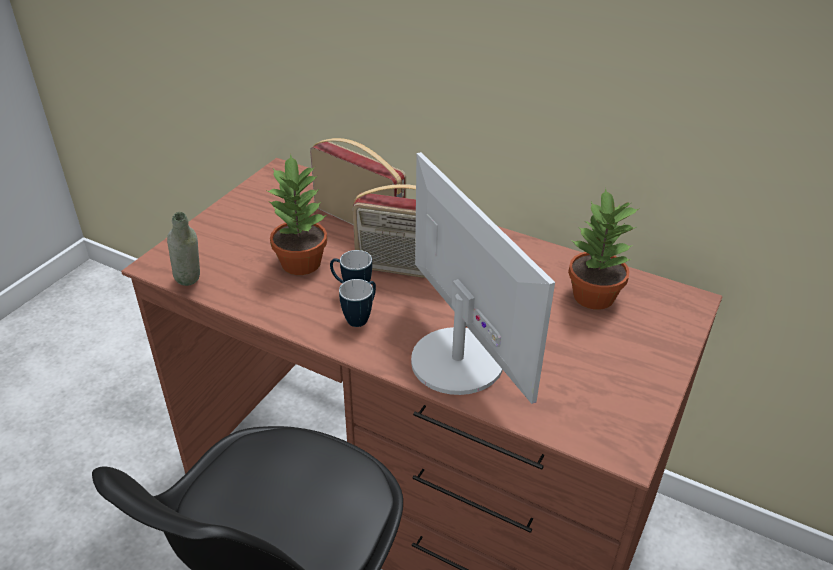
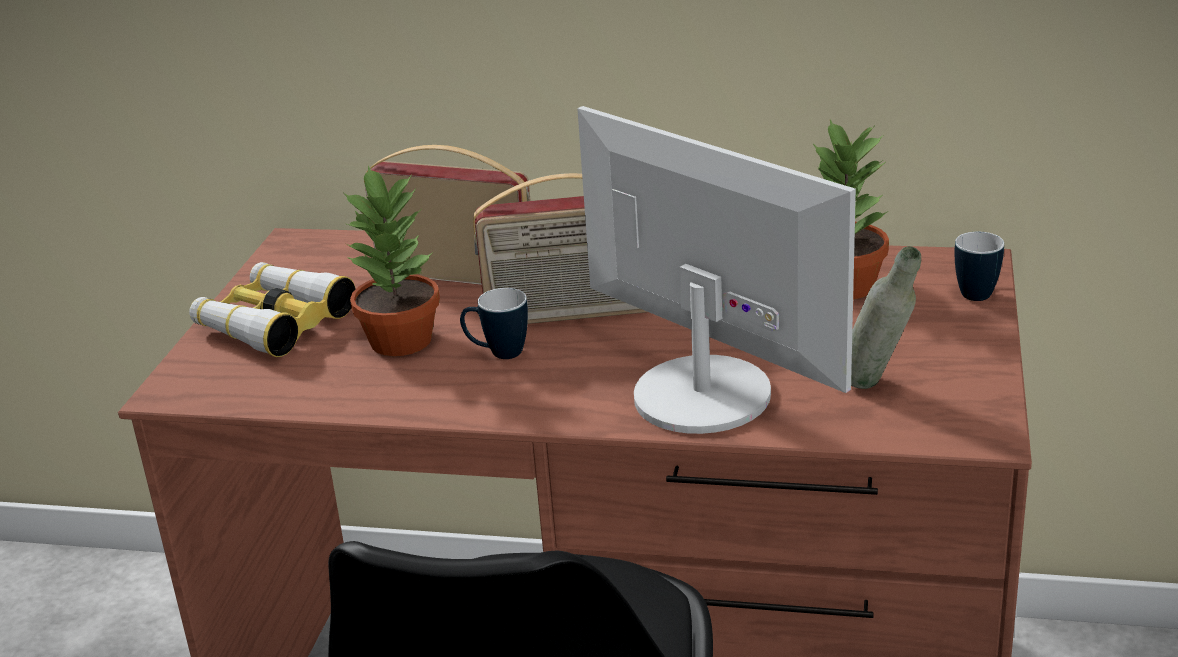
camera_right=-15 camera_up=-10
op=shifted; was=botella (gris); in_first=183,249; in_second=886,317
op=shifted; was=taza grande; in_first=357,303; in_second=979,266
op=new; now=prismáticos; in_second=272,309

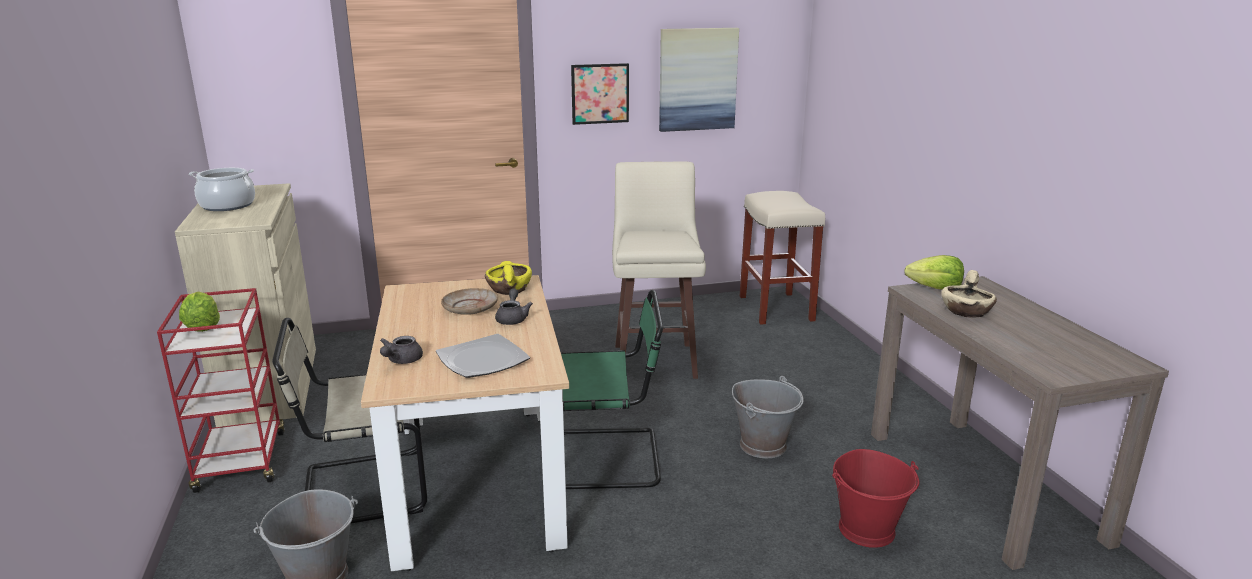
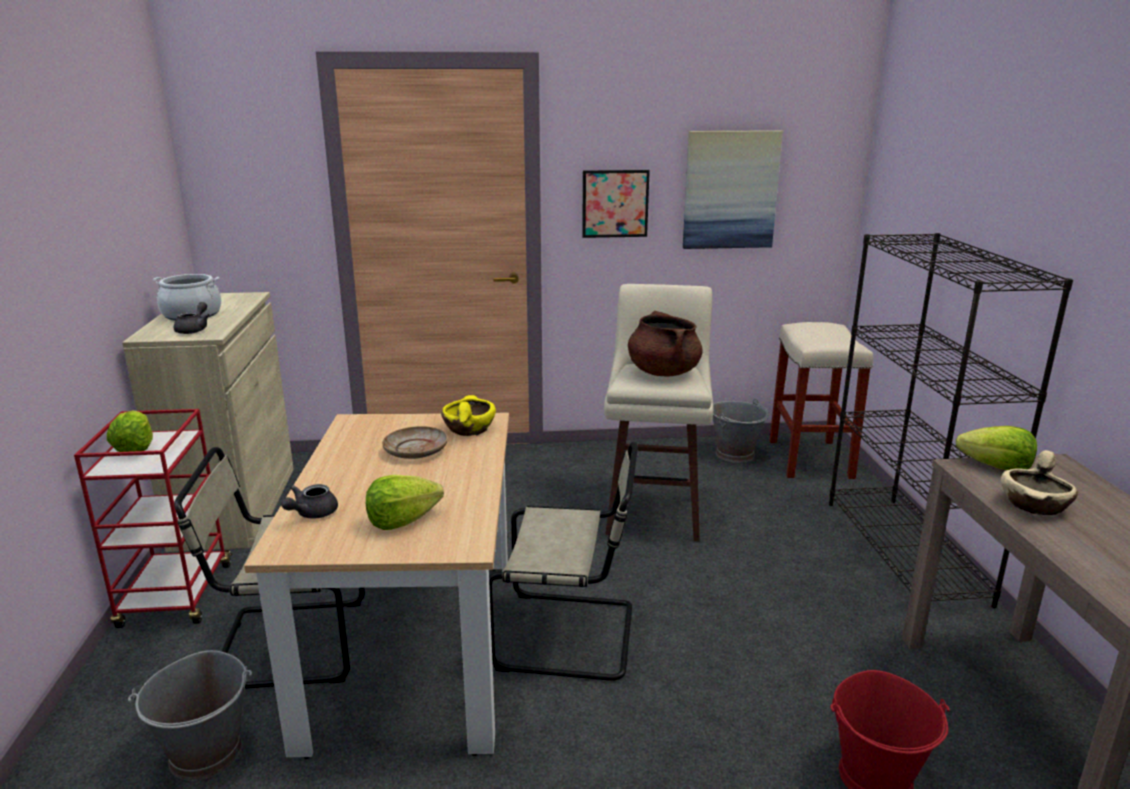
camera_right=10 camera_up=0
op=shifted; was=tetera (gris); in_first=514,306; in_second=192,318
op=repainted; was=silla (verde); now=silla (beis); in_first=612,389; in_second=563,561
op=swapped; was=plato; now=lechuga; in_first=483,356; in_second=405,502
op=shifted; was=cubo (gris); in_first=768,417; in_second=741,431
op=new; now=estantería (negro); in_second=951,420
op=new; now=olla (marrón); in_second=665,344

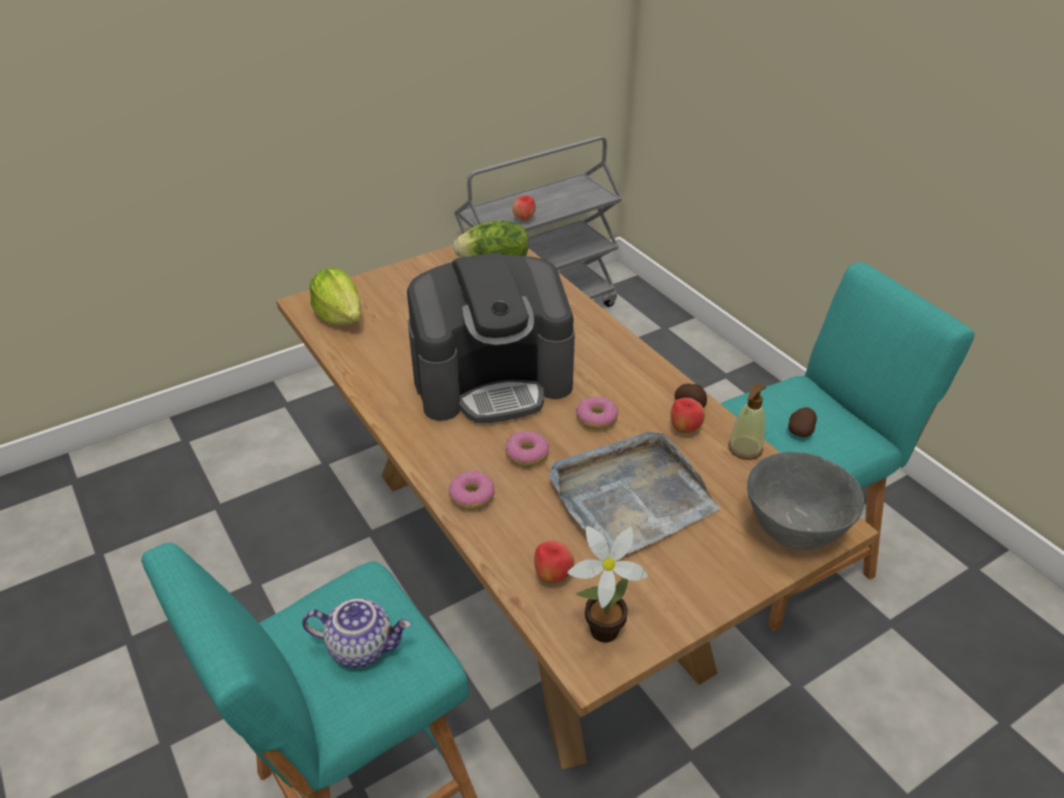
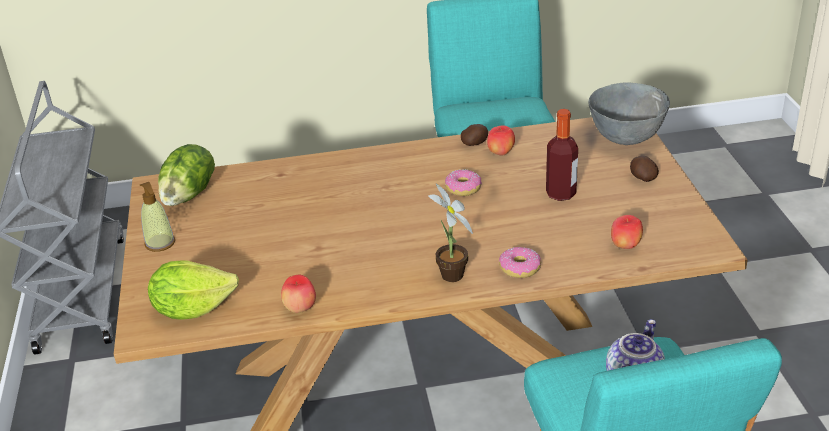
camera_right=-65 camera_up=-5
op=shifted; was=manzana; in_first=524,208; in_second=298,294
op=gone; was=cafetera; in_first=491,337
op=shifted; was=dispensador de jabón; in_first=747,421; in_second=157,217
op=shifted; was=patata; in_first=802,422; in_second=644,169
op=gone; was=rosquilla; in_first=527,449
op=swapped; was=bandeja (gris); now=botella; in_first=634,493; in_second=562,155
op=shifted; was=planta en maceta; in_first=608,584; in_second=451,232

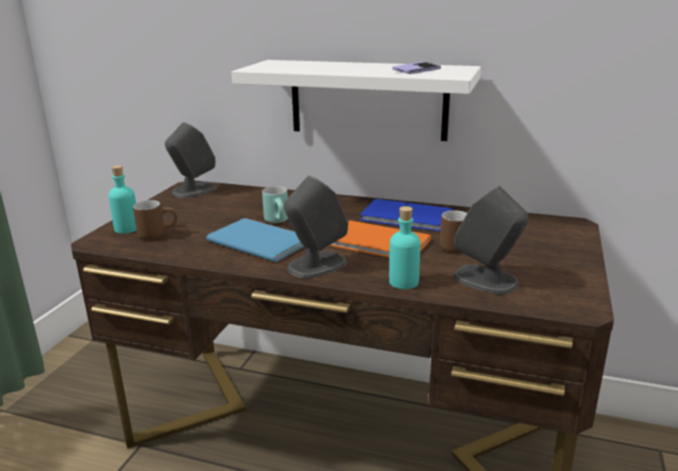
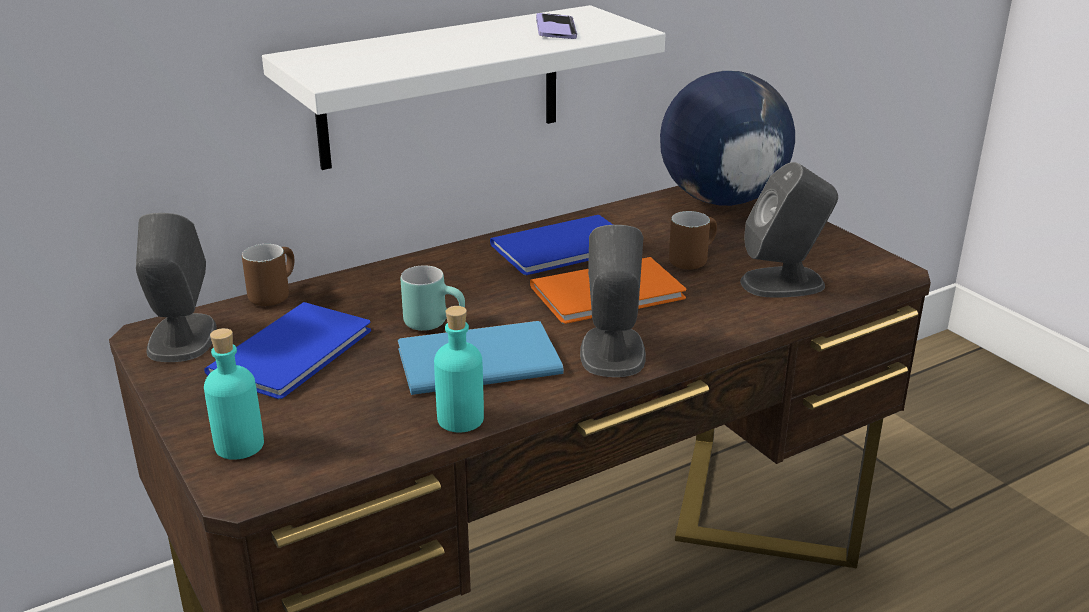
camera_right=-50 camera_up=5
op=shifted; was=taza grande (marrón); in_first=155,220; in_second=268,275
op=shifted; was=botella (turquesa); in_first=404,247; in_second=459,369
op=new; now=globo terráqueo; in_second=727,138
op=new; now=libro (azul); in_second=287,350

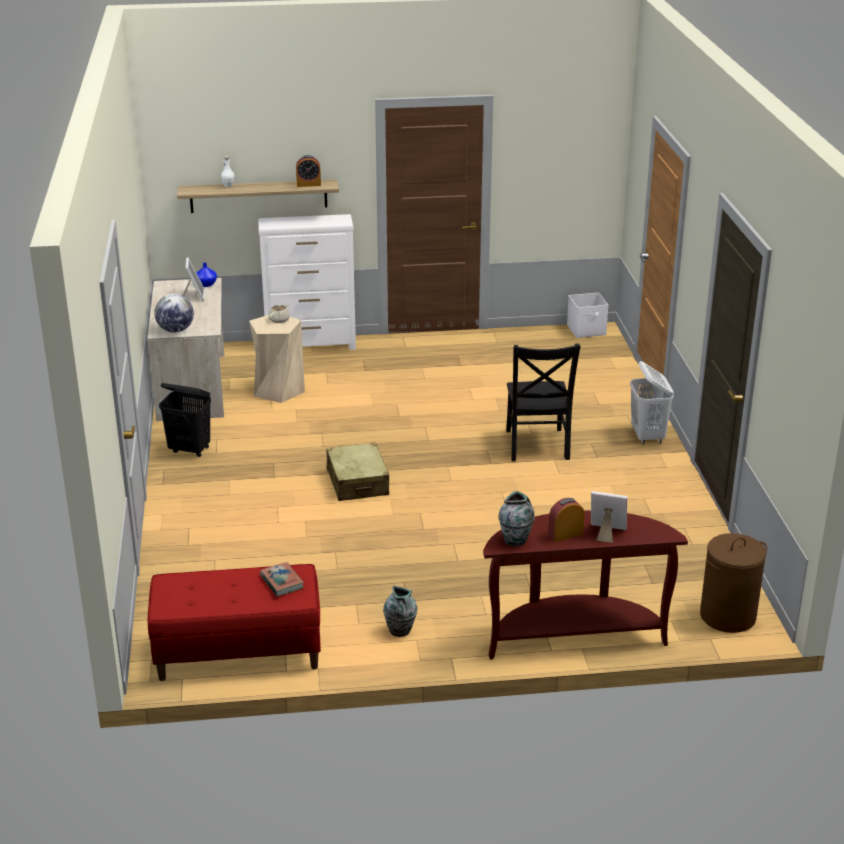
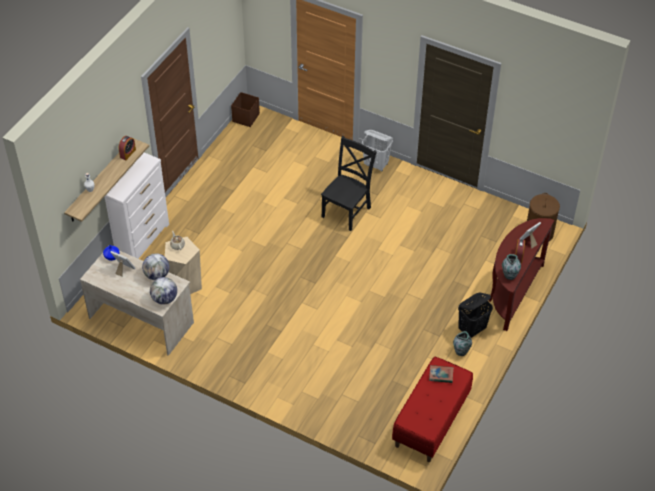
camera_right=-55 camera_up=20
op=repainted; was=caja de almacenaje (blanco); now=caja de almacenaje (marrón); in_first=587,315; in_second=245,109
op=rotated; was=silla (negro); in_first=543,402; in_second=349,183; clockwise=-90
op=shifted; was=cesto de la ropa (negro); in_first=185,420; in_second=475,315
op=gone; was=maleta (beis); in_first=357,471
op=new; now=globo terráqueo; in_second=156,266

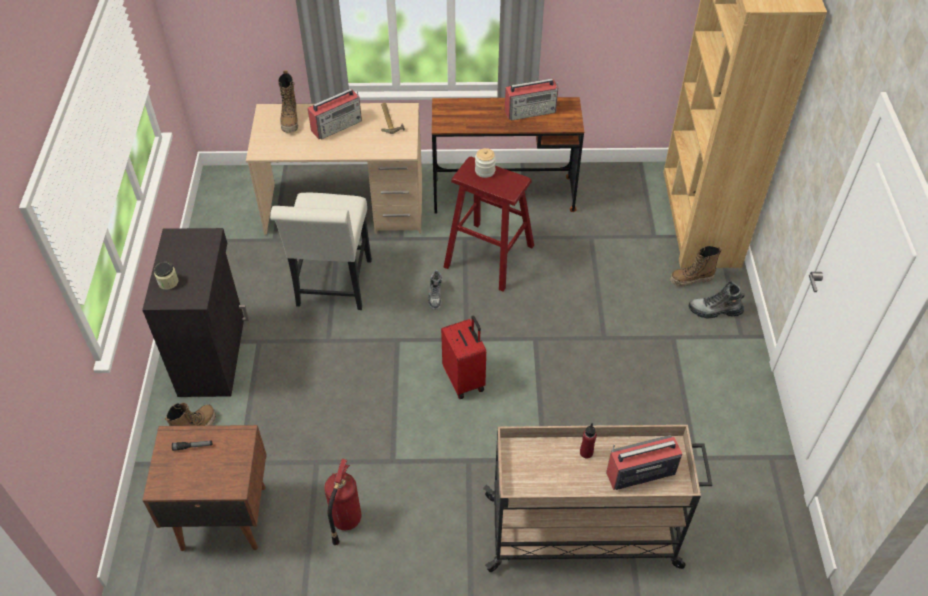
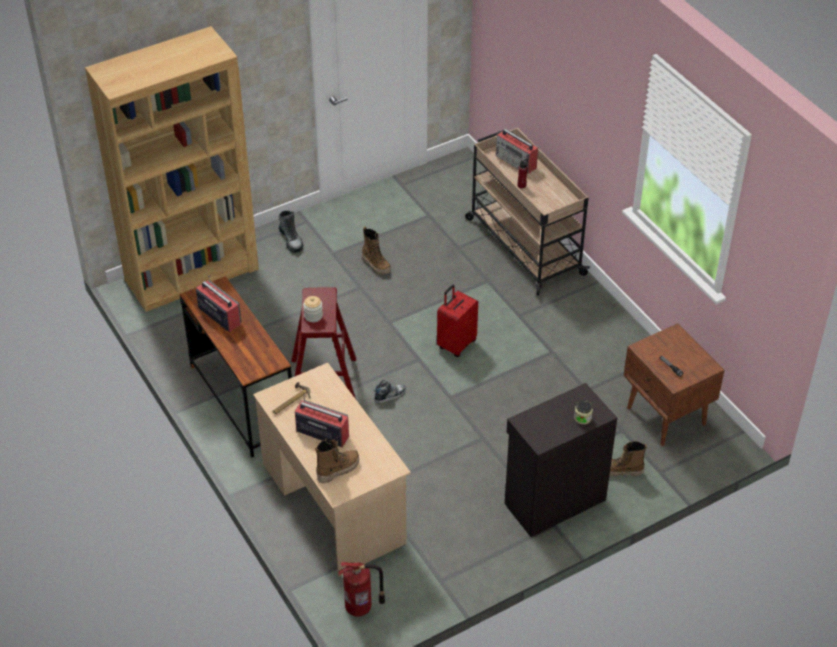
camera_right=-120 camera_up=-5
op=gone; was=silla (blanco); in_first=321,251
op=shifted; was=bota; in_first=696,266; in_second=376,250
op=shifted; was=extintor; in_first=342,502; in_second=361,589

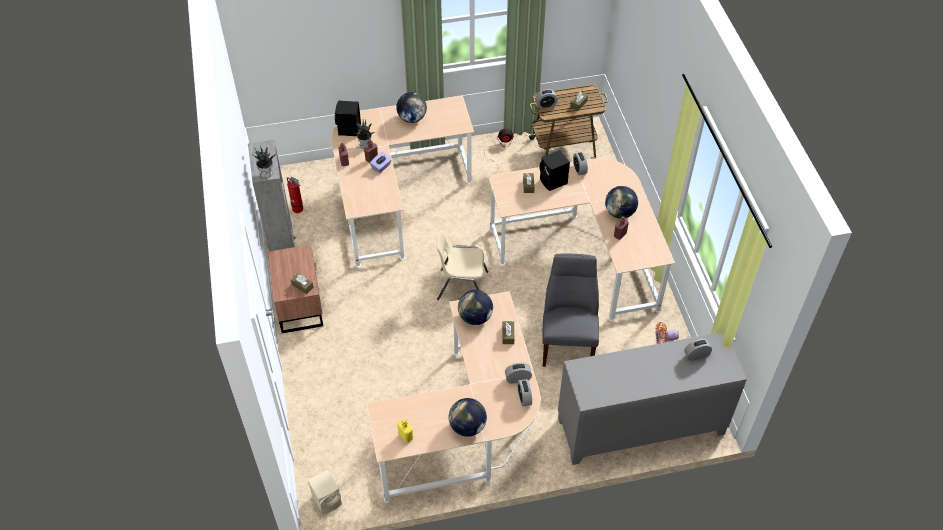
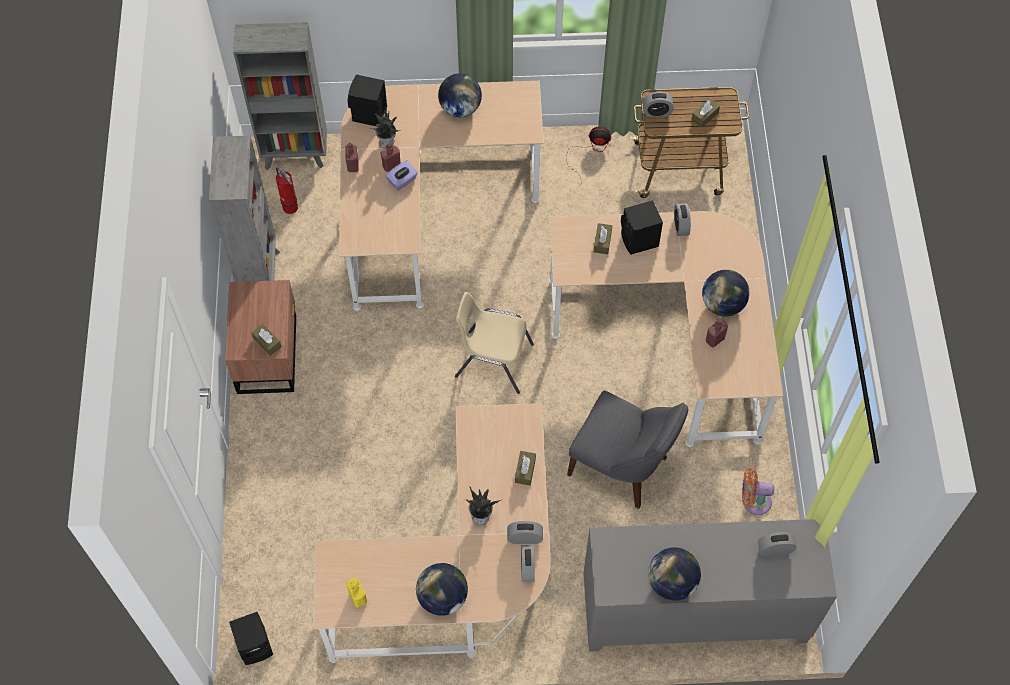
camera_right=10 camera_up=10
op=shifted; was=planta en maceta; in_first=264,162; in_second=483,505
op=rotated; was=silla (gris); in_first=570,310; in_second=627,450; clockwise=105
op=shifted; was=globo terráqueo; in_first=475,307; in_second=674,574
op=repainted; was=altavoz (beis); now=altavoz (negro); in_first=325,492; in_second=251,638
op=new; now=estantería (gris); in_second=280,96

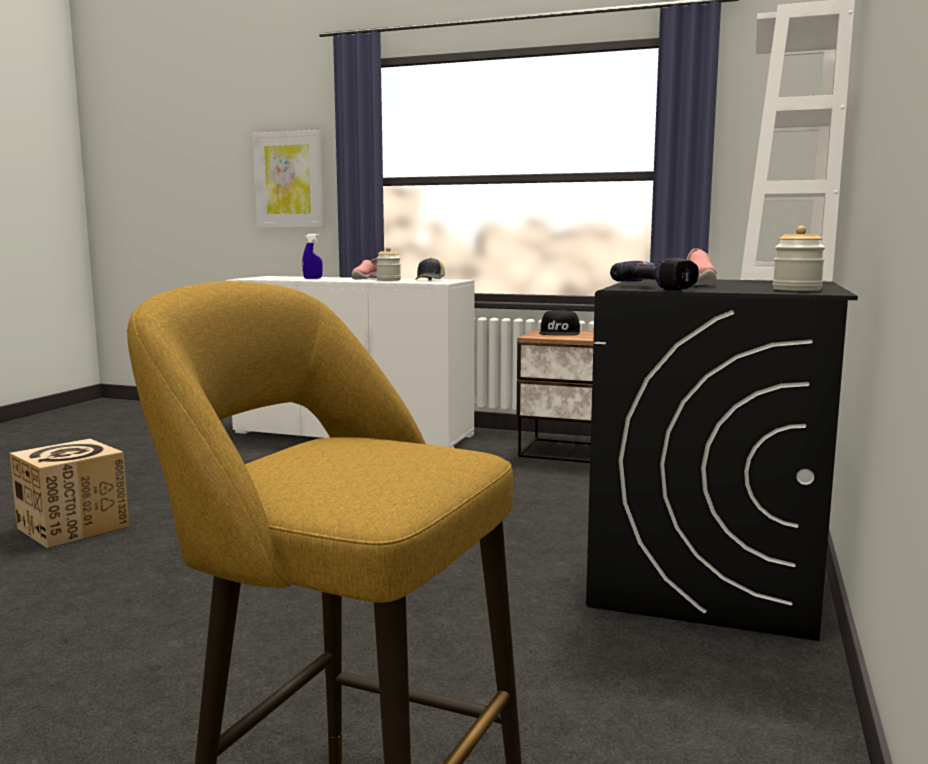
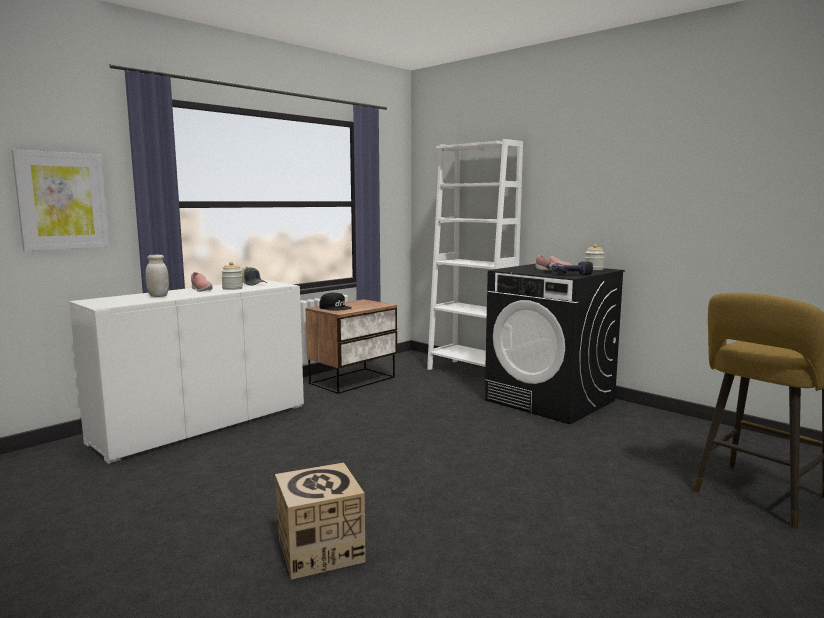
camera_right=-65 camera_up=0
op=swapped; was=pulverizador (azul); now=tarro (blanco); in_first=312,256; in_second=157,276

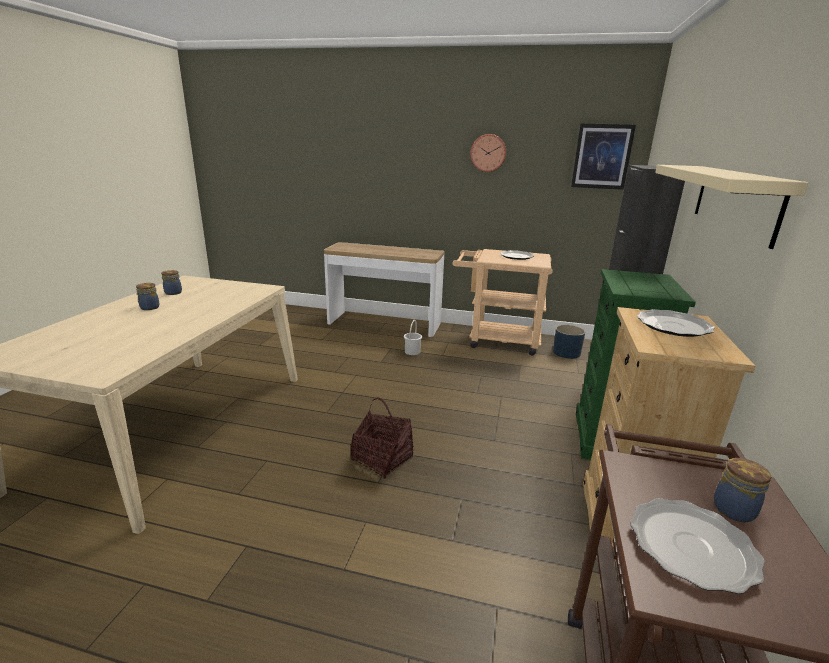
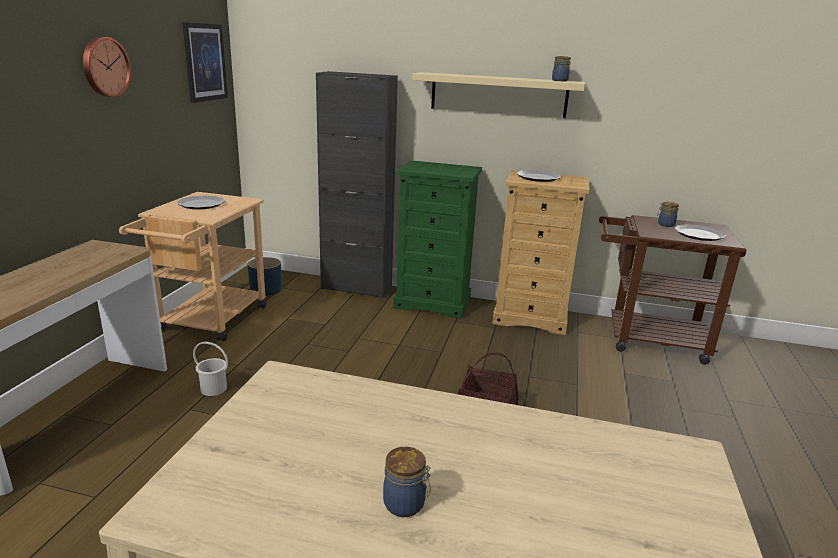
camera_right=-90 camera_up=0
op=shifted; was=tarro; in_first=171,282; in_second=561,68

